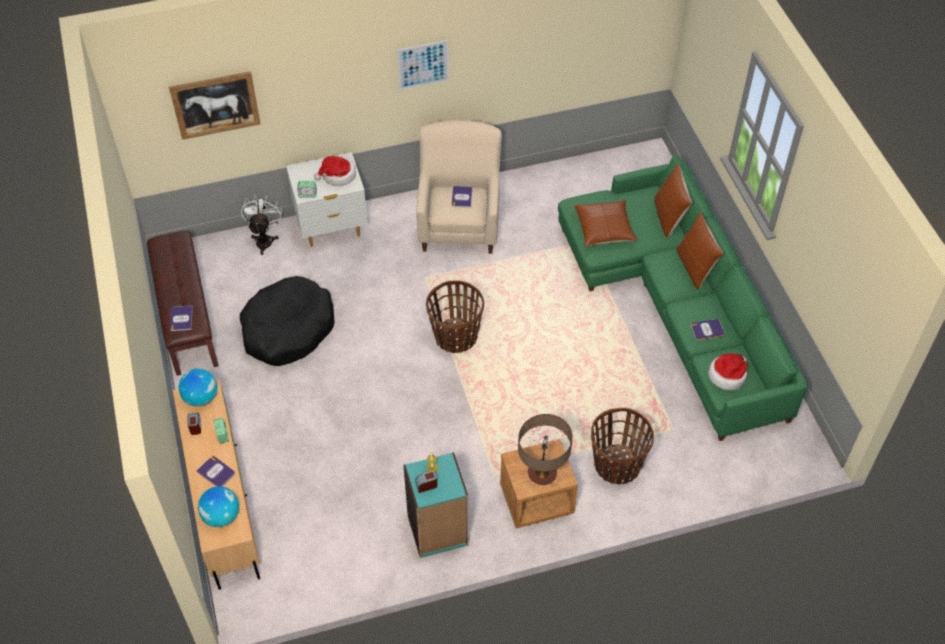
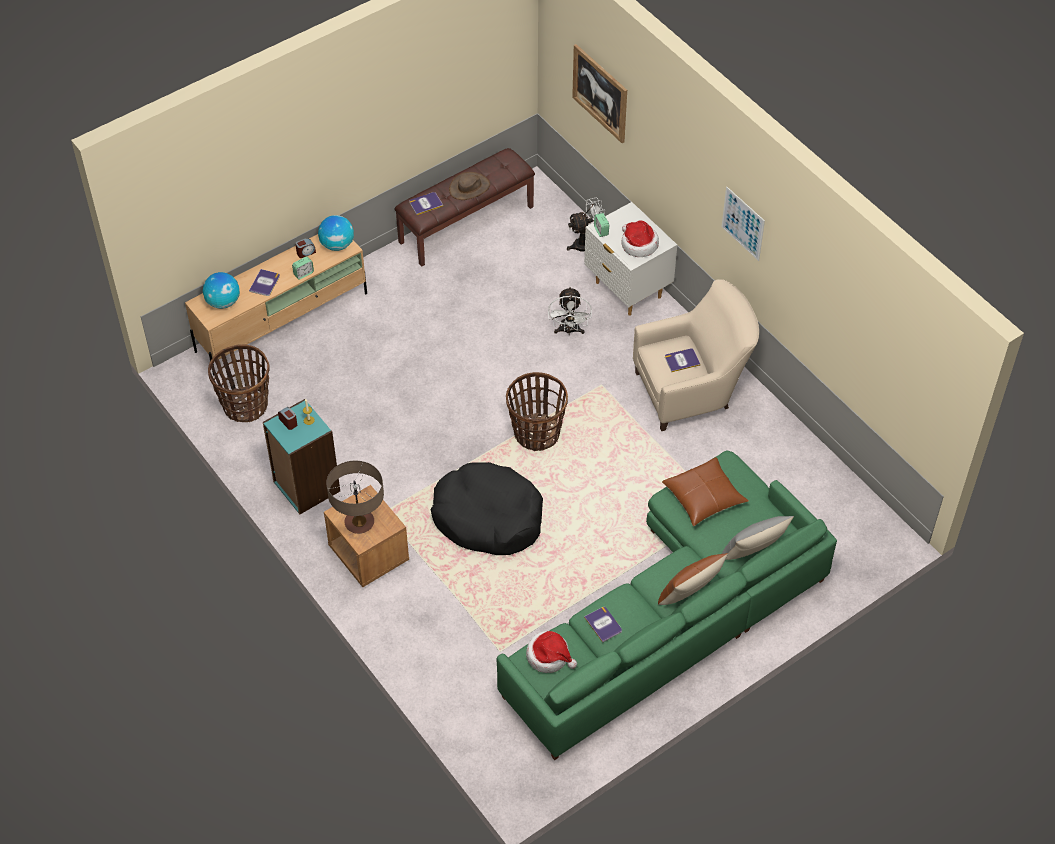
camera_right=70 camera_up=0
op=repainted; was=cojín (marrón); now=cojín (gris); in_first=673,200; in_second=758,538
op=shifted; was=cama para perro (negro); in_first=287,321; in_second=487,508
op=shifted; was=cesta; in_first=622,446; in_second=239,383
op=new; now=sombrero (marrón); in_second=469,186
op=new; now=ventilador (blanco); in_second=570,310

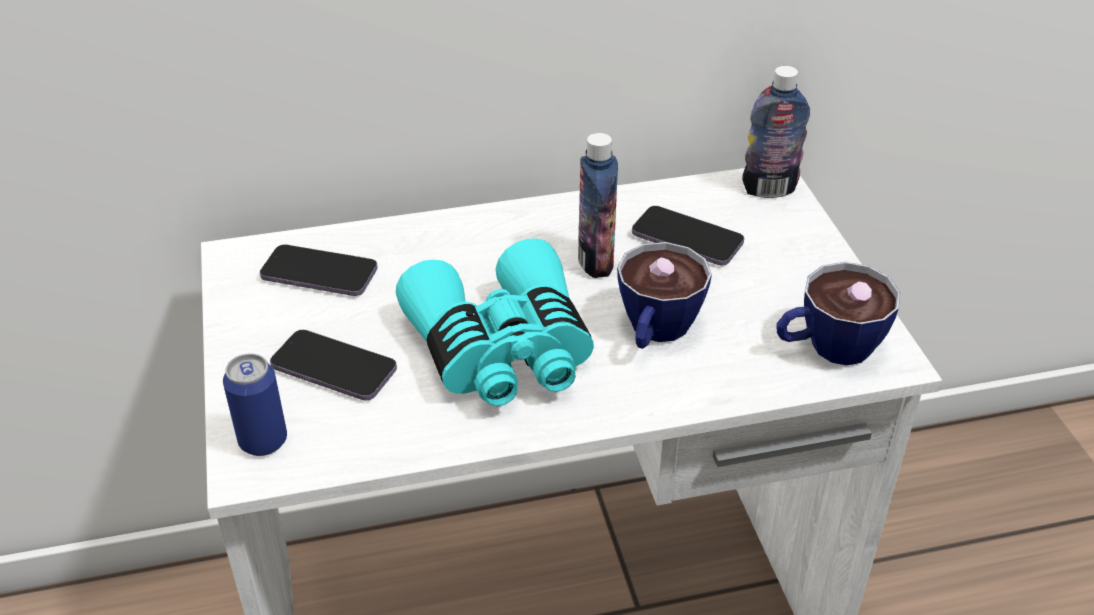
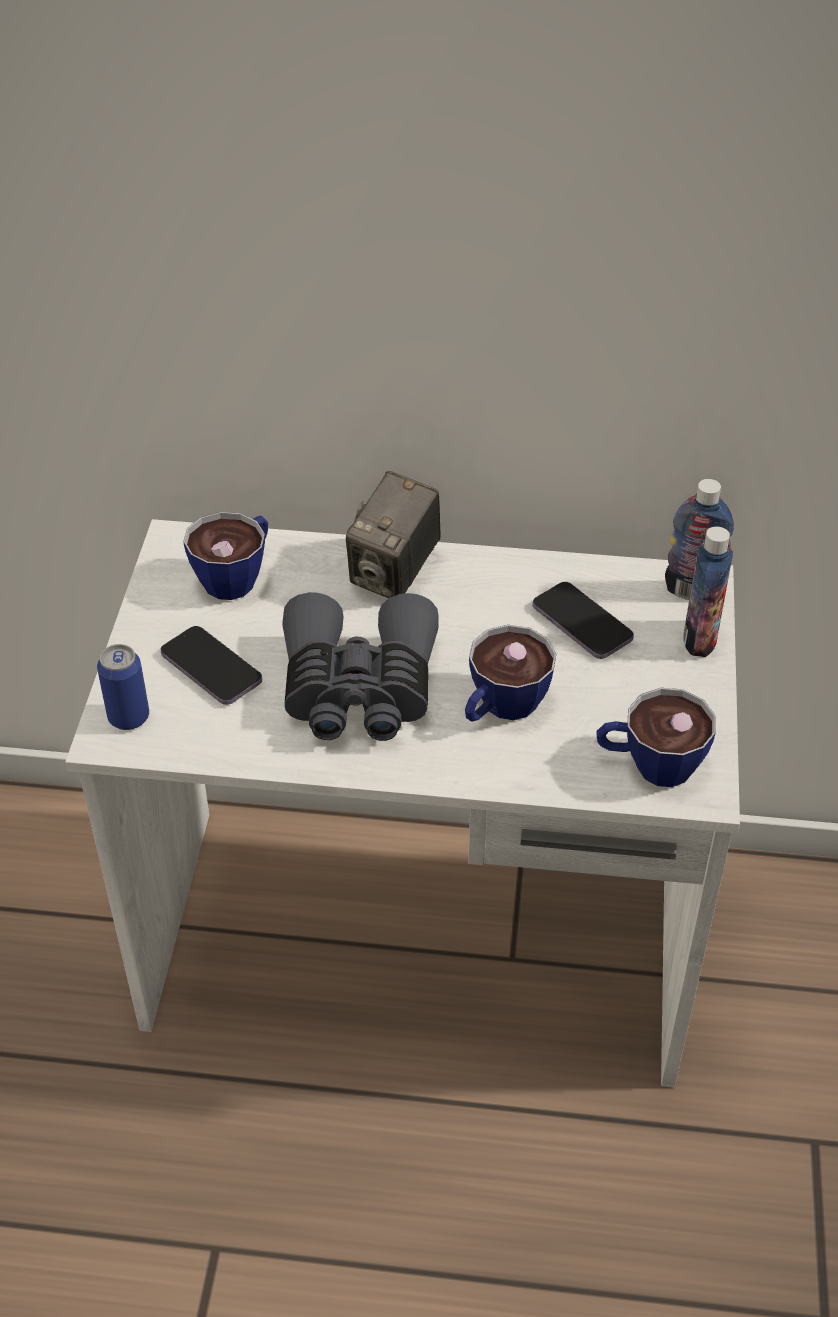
camera_right=20 camera_up=5
op=shifted; was=botella; in_first=598,205; in_second=708,592
op=repainted; was=prismáticos (turquesa); now=prismáticos (gris); in_first=495,322; in_second=360,666
op=swapped; was=móvil; now=taza; in_first=319,270; in_second=225,556
op=new; now=cámara; in_second=393,534

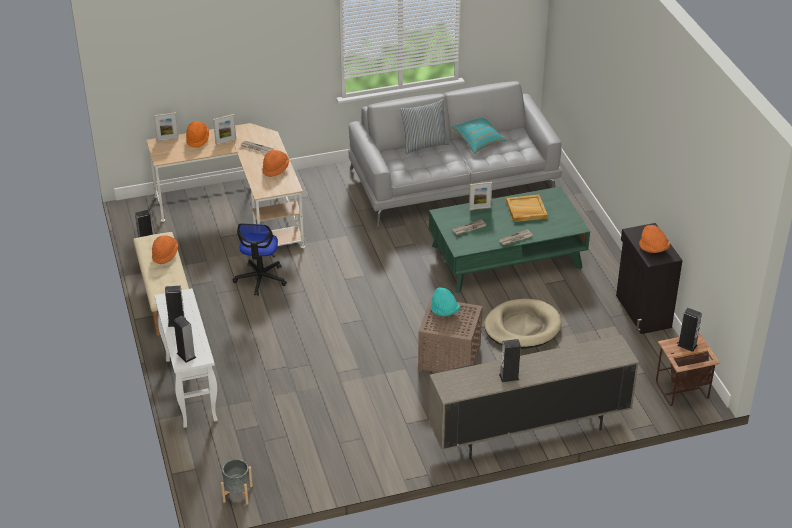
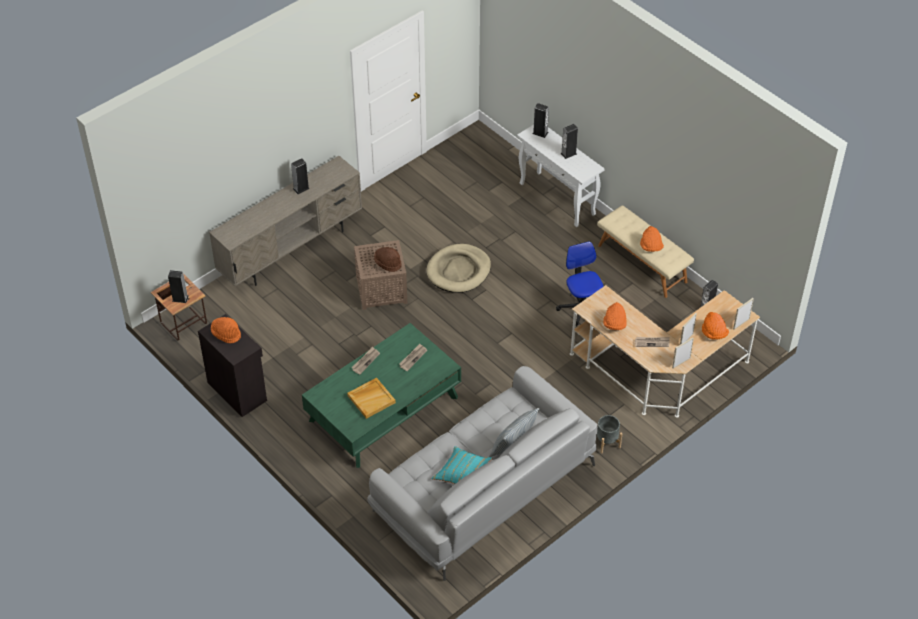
camera_right=155 camera_up=10
op=shifted; was=portarretratos; in_first=480,196; in_second=683,353
op=repainted; was=sombrero (turquesa); now=sombrero (marrón); in_first=445,301; in_second=388,259
op=shifted; was=cama para perro (beis); in_first=522,324; in_second=458,268
op=shifted; was=maceta (gris); in_first=237,482; in_second=610,434

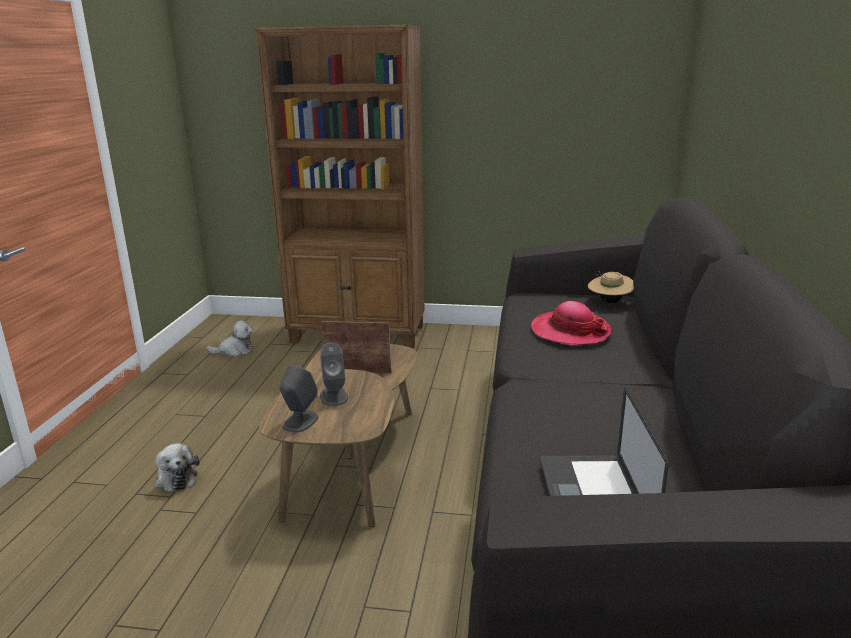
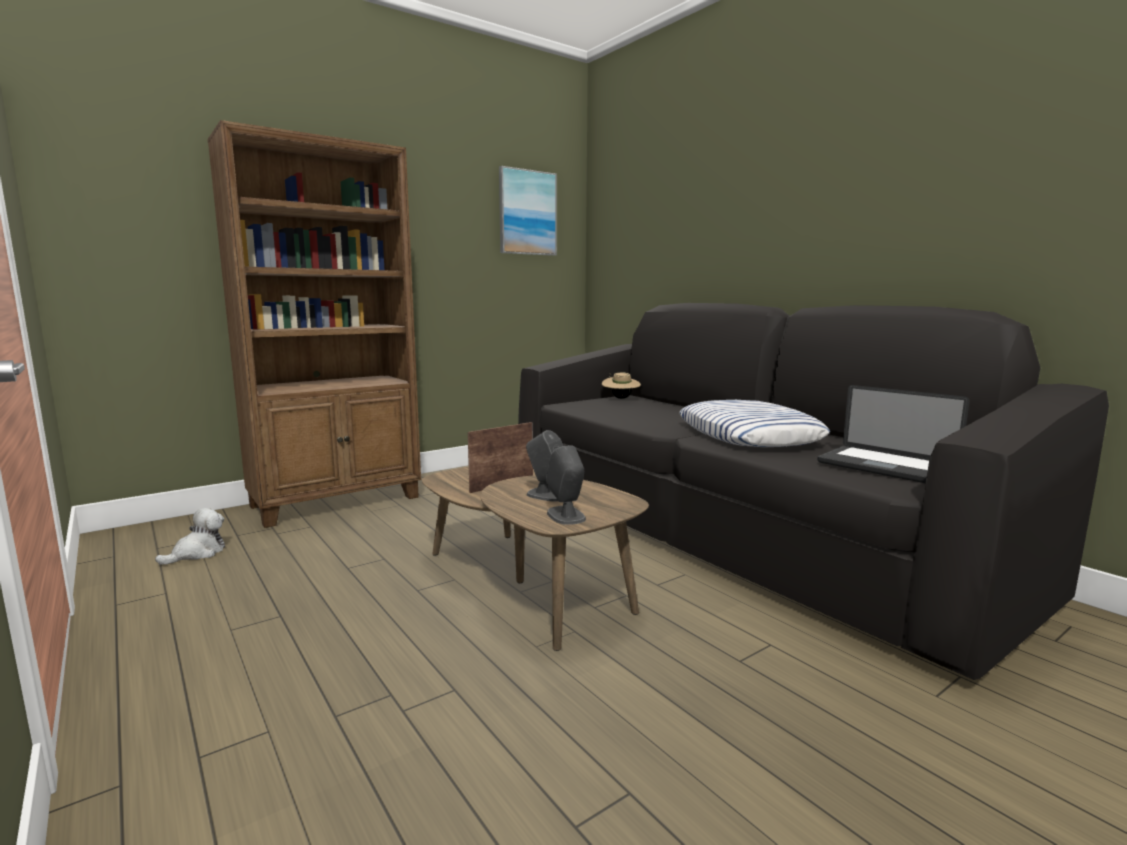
camera_right=-45 camera_up=-10
op=gone; was=sombrero; in_first=571,323
op=gone; was=peluche; in_first=177,467
op=new; now=cuadro; in_second=528,211
op=new; now=cojín; in_second=754,423

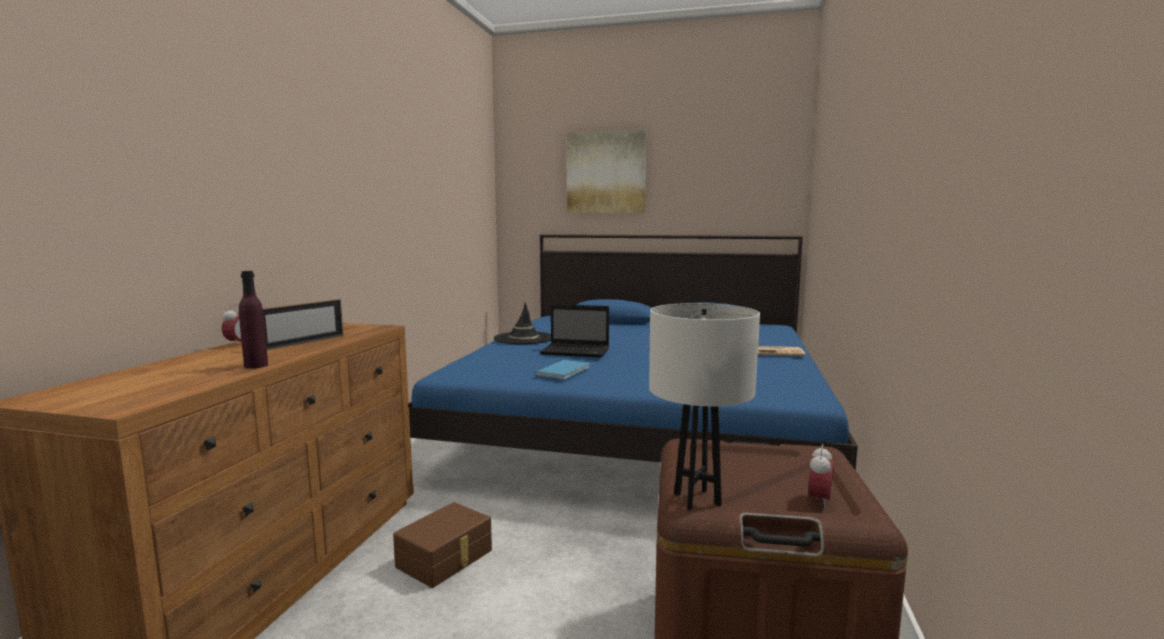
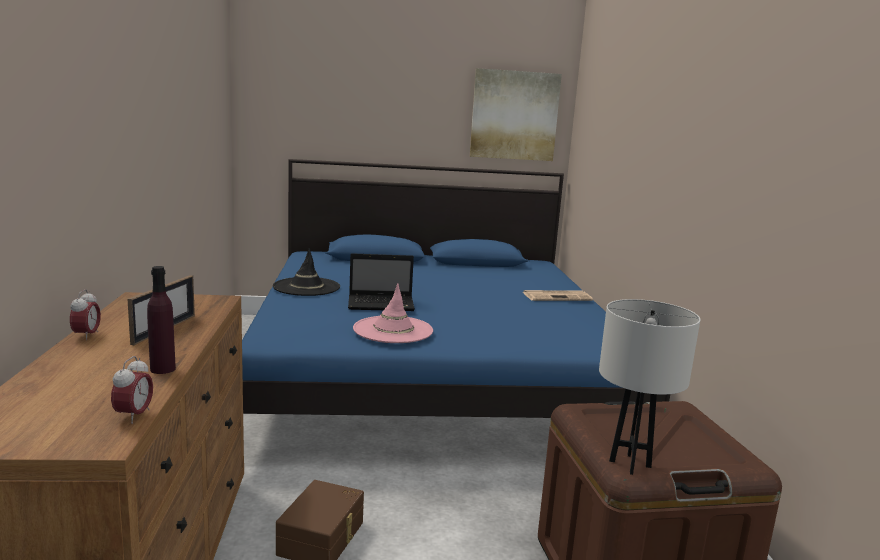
camera_right=-20 camera_up=5
op=shifted; was=cuadro; in_first=606,171; in_second=516,114
op=swapped; was=libro (azul); now=sombrero (rosa); in_first=562,369; in_second=393,313
op=shifted; was=despertador; in_first=820,476; in_second=132,390

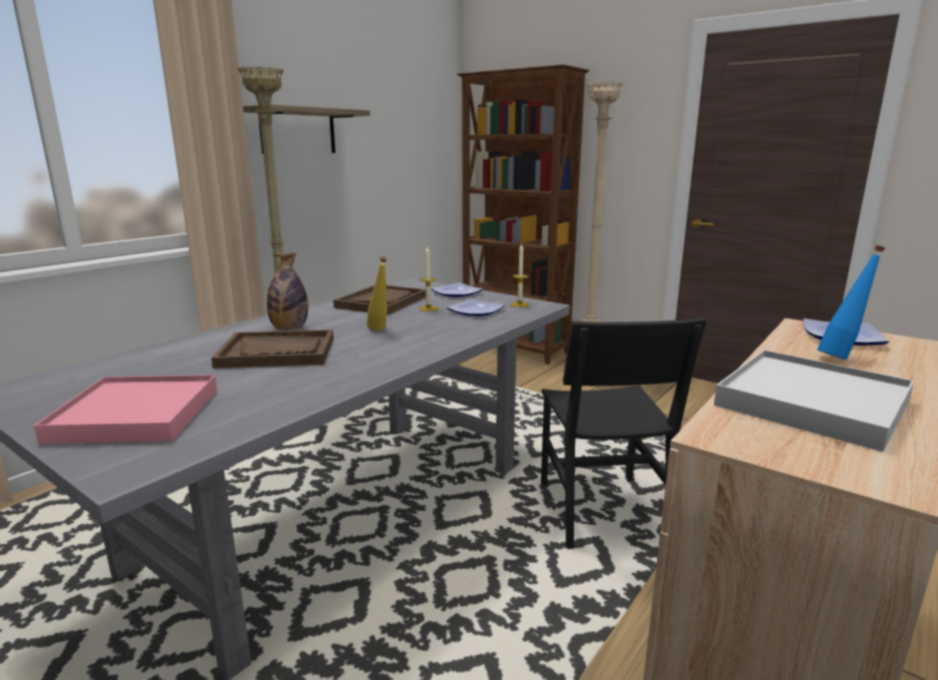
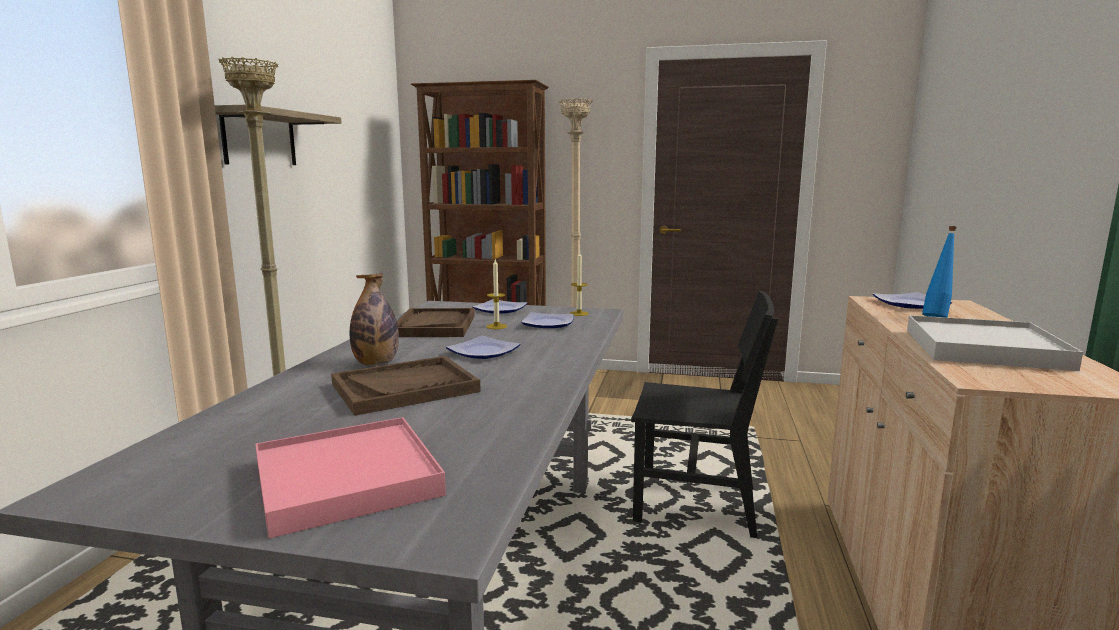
camera_right=-25 camera_up=-5
op=swapped; was=botella (amarillo); now=plato; in_first=377,294; in_second=483,347
op=rotated; was=silla (negro); in_first=624,433; in_second=704,414; clockwise=-45

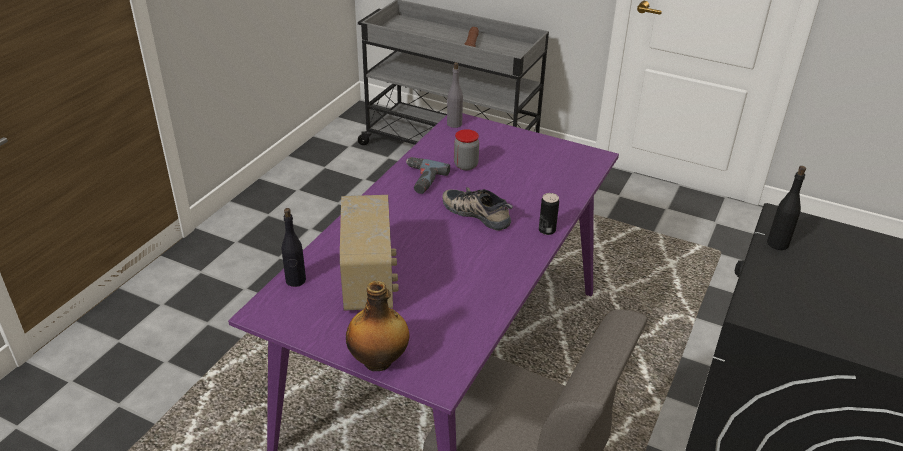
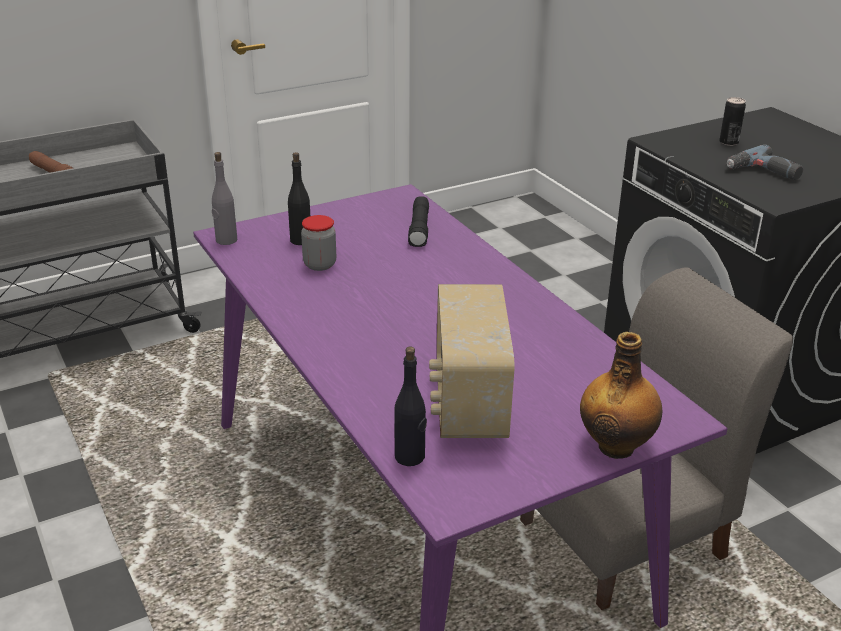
camera_right=-55 camera_up=-5
op=shifted; was=taladro; in_first=428,175; in_second=764,162
op=shifted; was=botella (negro); in_first=786,208; in_second=299,198
op=gone; was=zapato; in_first=477,209
op=shifted; was=lata; in_first=549,214; in_second=732,121
op=rotated; was=radio; in_first=369,253; in_second=471,361; clockwise=-120
op=new; now=linterna (negro); in_second=418,221

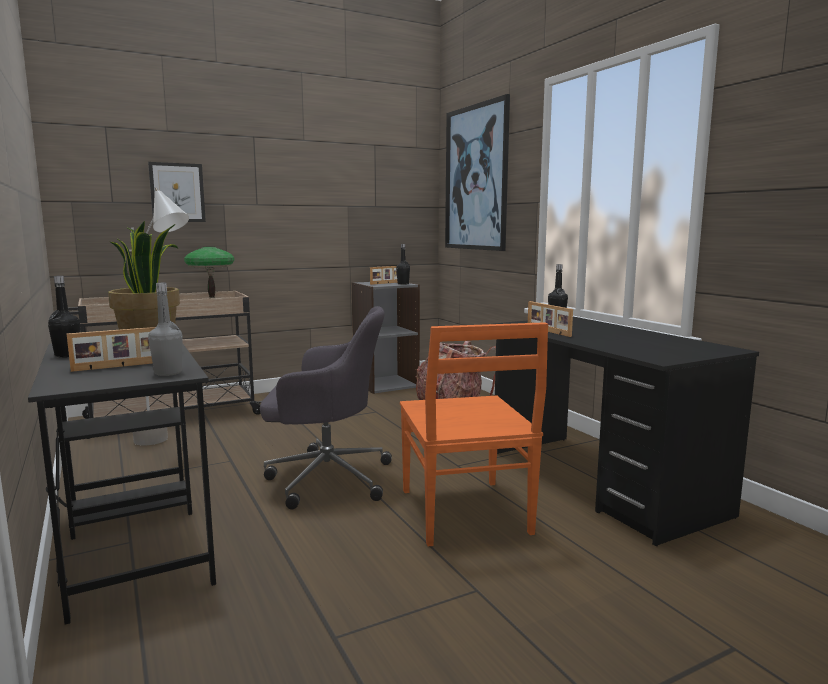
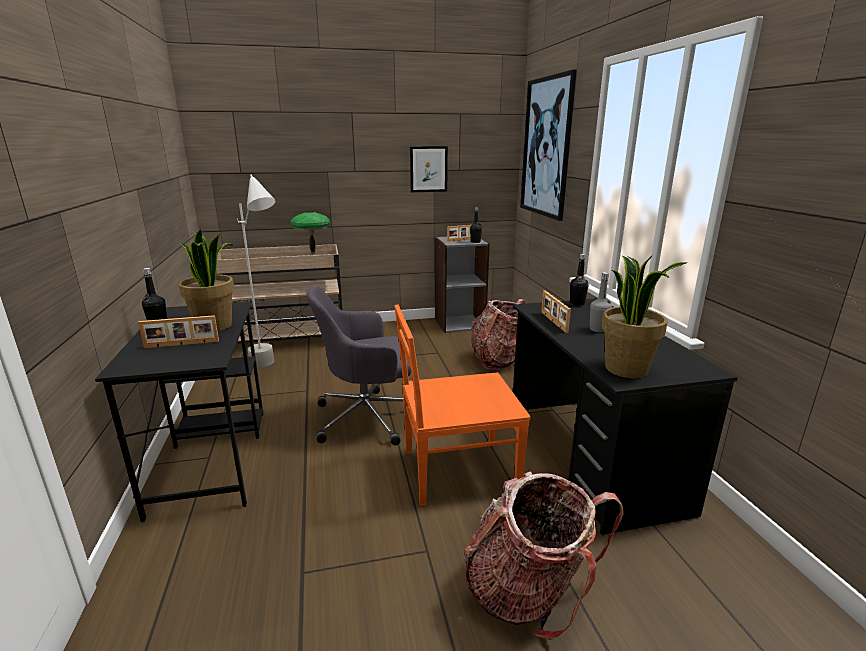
camera_right=15 camera_up=10
op=shifted; was=cuadro; in_first=177,192; in_second=429,169
op=shifted; was=botella (gris); in_first=165,329; in_second=601,302
op=rotated; was=silla de oficina (gris); in_first=326,407; in_second=359,365; clockwise=150
op=rotated; was=silla (naranja); in_first=474,434; in_second=462,405; clockwise=75
op=new; now=planta en maceta; in_second=644,316
op=new; now=mochila; in_second=544,555

